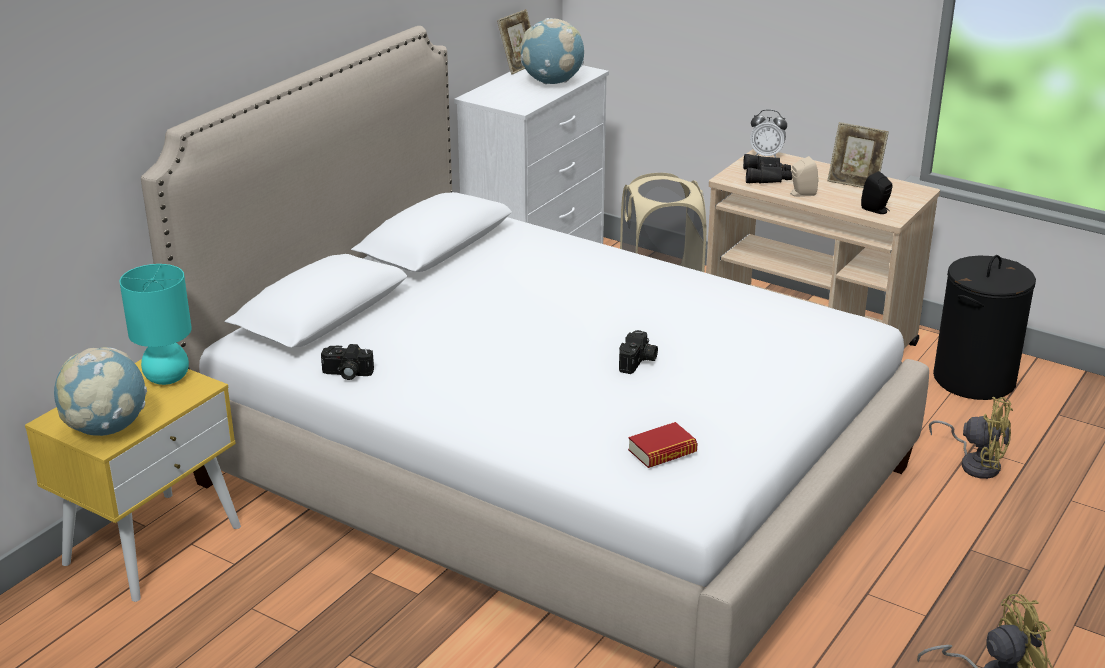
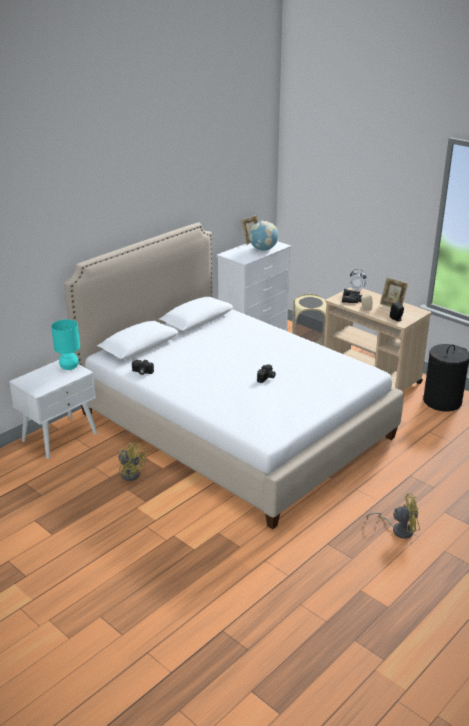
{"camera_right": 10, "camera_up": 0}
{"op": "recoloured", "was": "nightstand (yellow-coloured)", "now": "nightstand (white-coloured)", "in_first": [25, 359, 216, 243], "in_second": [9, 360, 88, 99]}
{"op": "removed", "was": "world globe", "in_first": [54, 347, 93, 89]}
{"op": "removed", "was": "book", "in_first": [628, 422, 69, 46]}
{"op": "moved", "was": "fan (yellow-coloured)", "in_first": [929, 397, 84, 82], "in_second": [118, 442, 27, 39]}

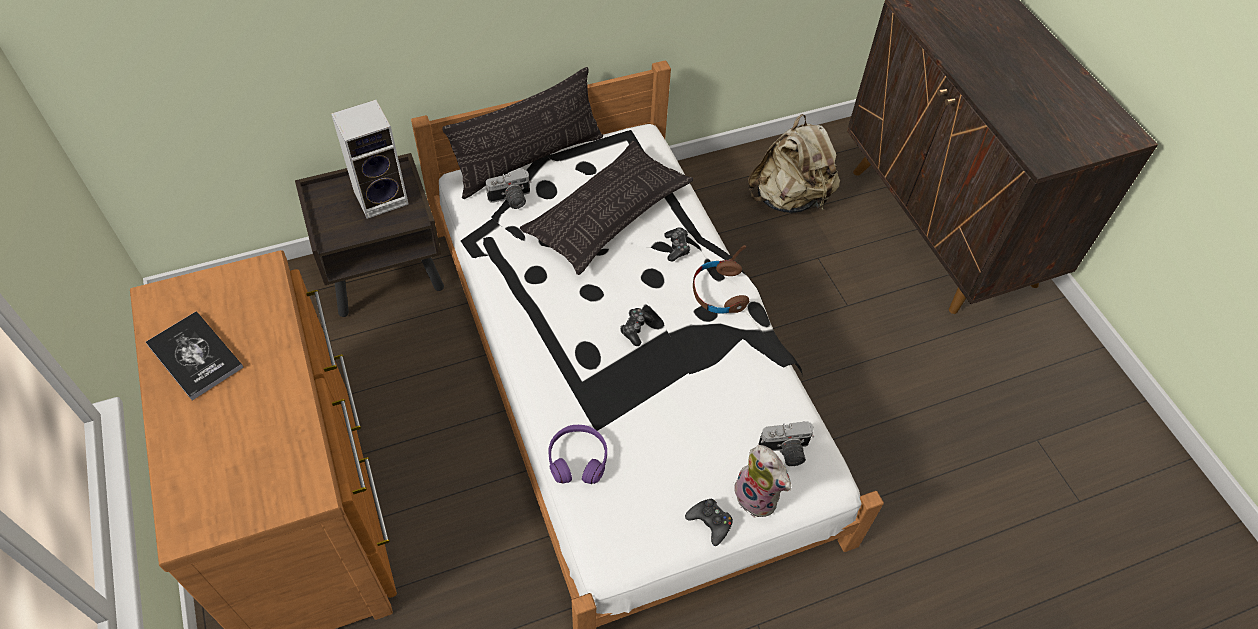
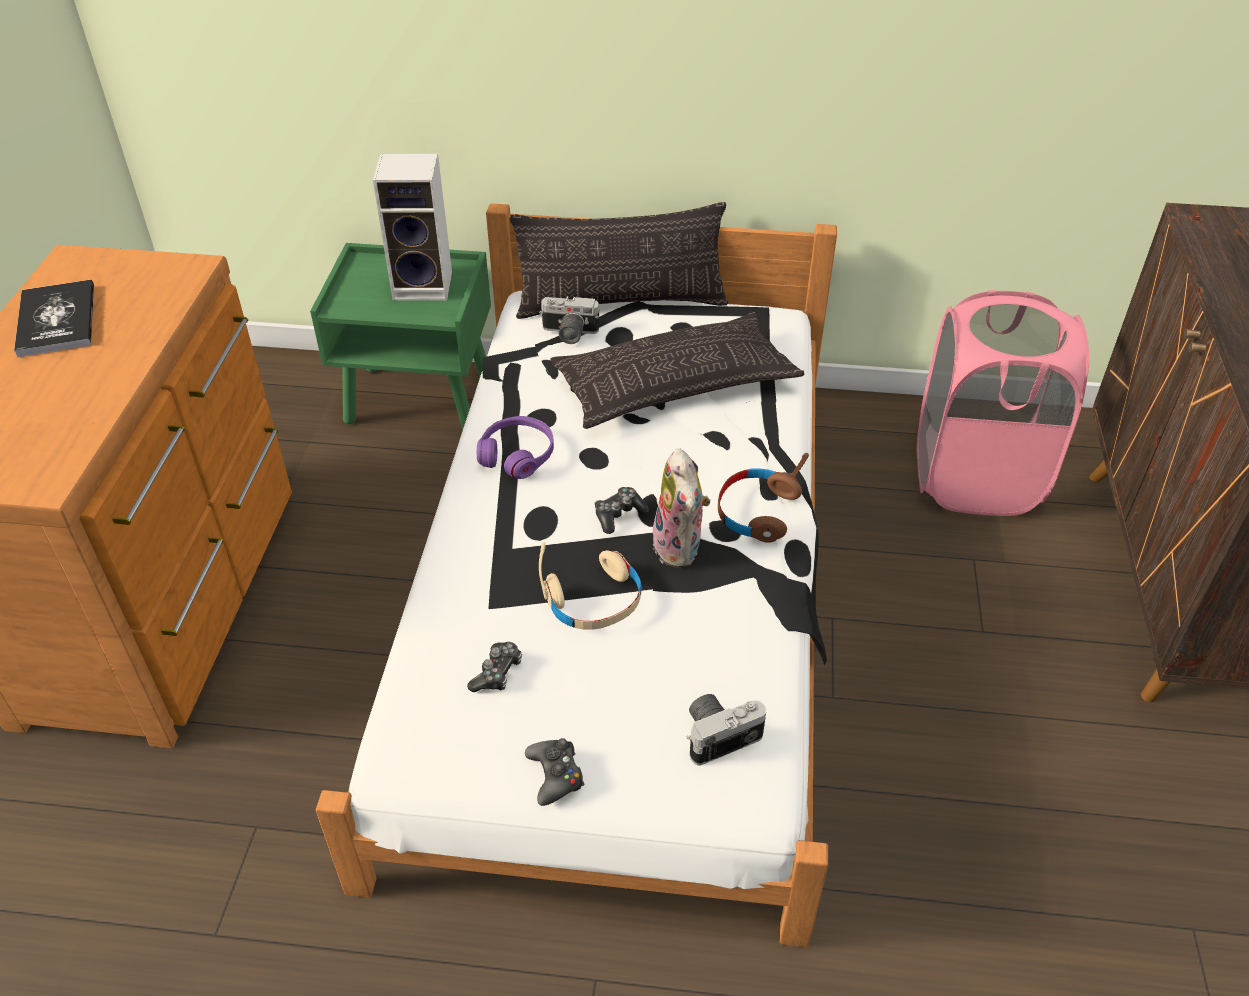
{"camera_right": 30, "camera_up": -10}
{"op": "recoloured", "was": "nightstand (brown)", "now": "nightstand (green)", "in_first": [295, 153, 149, 164], "in_second": [310, 243, 181, 187]}
{"op": "moved", "was": "headset (purple)", "in_first": [548, 425, 59, 59], "in_second": [477, 416, 77, 63]}
{"op": "moved", "was": "joypad", "in_first": [664, 227, 27, 35], "in_second": [467, 642, 55, 50]}
{"op": "moved", "was": "cuddly toy", "in_first": [733, 445, 58, 72], "in_second": [653, 448, 57, 120]}
{"op": "replaced", "was": "knapsack (beige)", "now": "laundry basket (pinkish)", "in_first": [748, 114, 92, 99], "in_second": [917, 290, 172, 226]}
{"op": "turned", "was": "still camera", "in_first": [758, 421, 56, 45], "in_second": [686, 694, 80, 72], "clockwise": 135}
{"op": "added", "now": "headset (beige)", "in_second": [539, 542, 103, 88]}

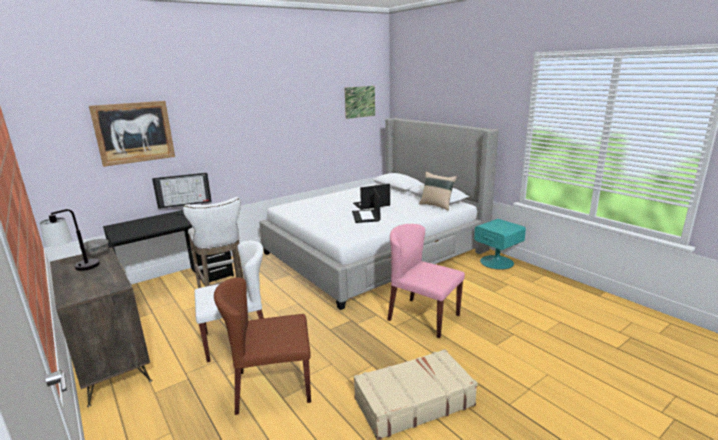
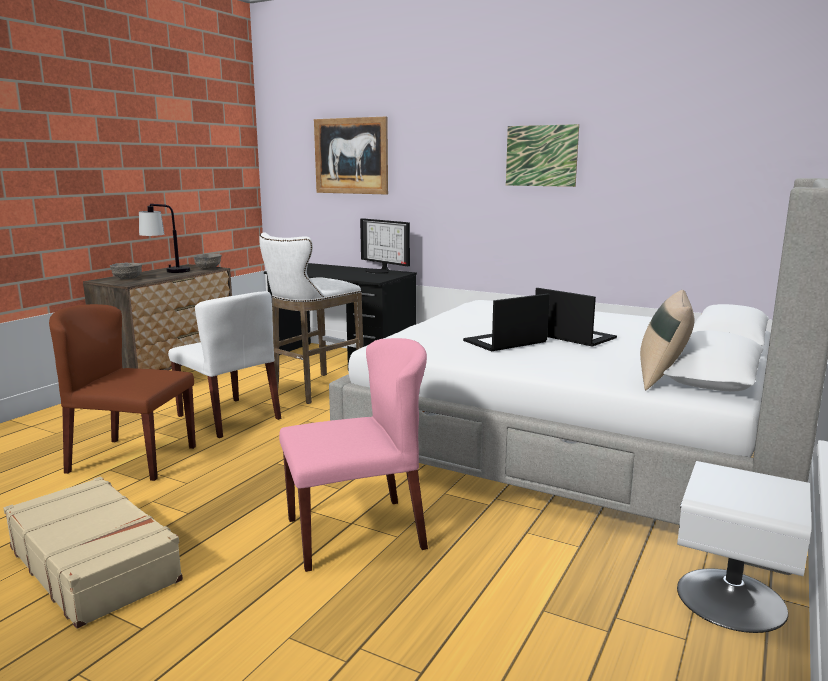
{"camera_right": 65, "camera_up": -5}
{"op": "turned", "was": "chair (brown)", "in_first": [214, 277, 97, 138], "in_second": [49, 304, 147, 177], "clockwise": -45}
{"op": "moved", "was": "picture", "in_first": [344, 86, 31, 33], "in_second": [506, 124, 73, 63]}
{"op": "turned", "was": "chair (pinkish)", "in_first": [388, 224, 77, 114], "in_second": [279, 338, 149, 234], "clockwise": 60}
{"op": "recoloured", "was": "nightstand (blue-green)", "now": "nightstand (white-coloured)", "in_first": [474, 219, 52, 51], "in_second": [677, 461, 134, 172]}
{"op": "added", "now": "serving bowl (grey)", "in_second": [110, 263, 32, 16]}

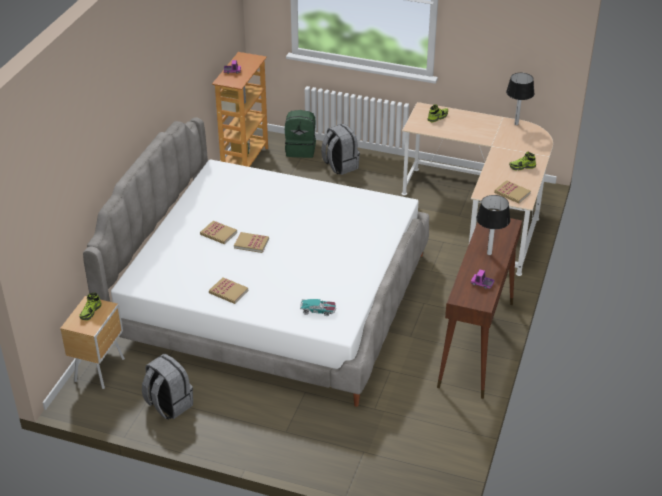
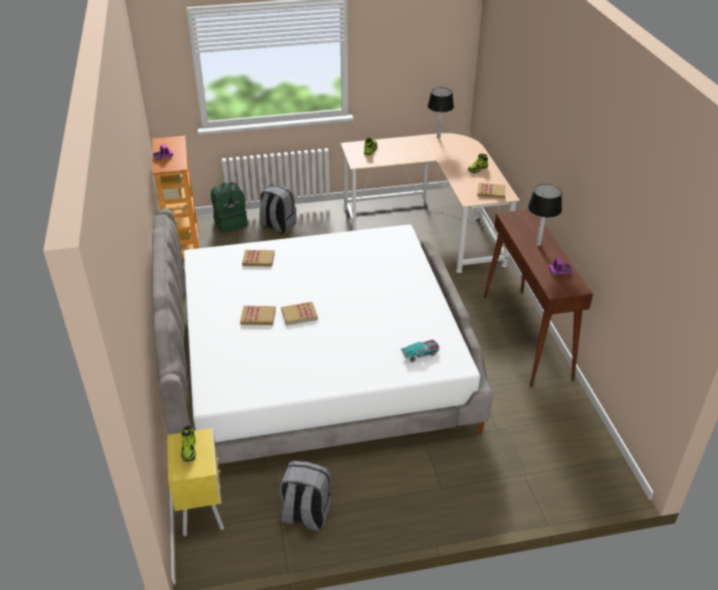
{"camera_right": -30, "camera_up": 0}
{"op": "recoloured", "was": "nightstand (brown)", "now": "nightstand (yellow-coloured)", "in_first": [60, 296, 65, 93], "in_second": [167, 428, 57, 108]}
{"op": "moved", "was": "book", "in_first": [209, 277, 39, 27], "in_second": [242, 250, 33, 16]}

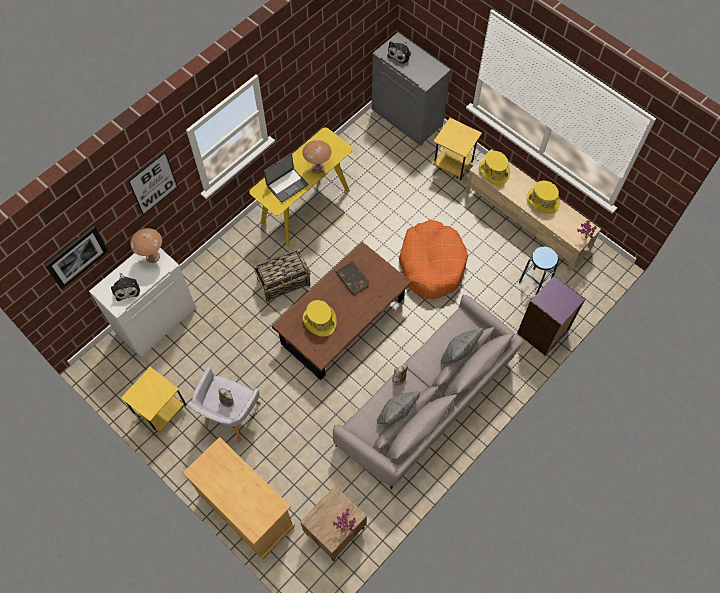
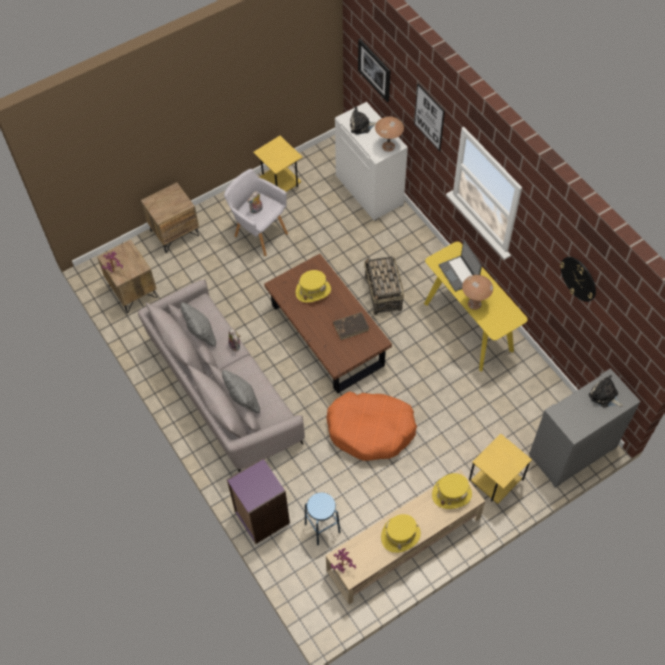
{"camera_right": 105, "camera_up": -5}
{"op": "replaced", "was": "cupboard (beige)", "now": "nightstand (brown)", "in_first": [183, 437, 112, 122], "in_second": [141, 182, 58, 71]}
{"op": "added", "now": "clock on the wall", "in_second": [560, 257, 36, 45]}

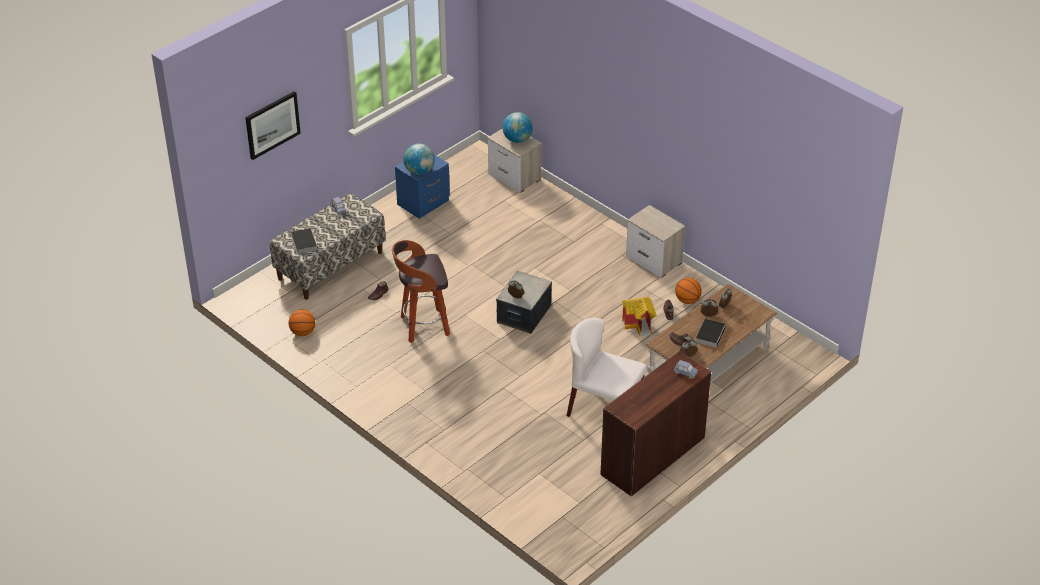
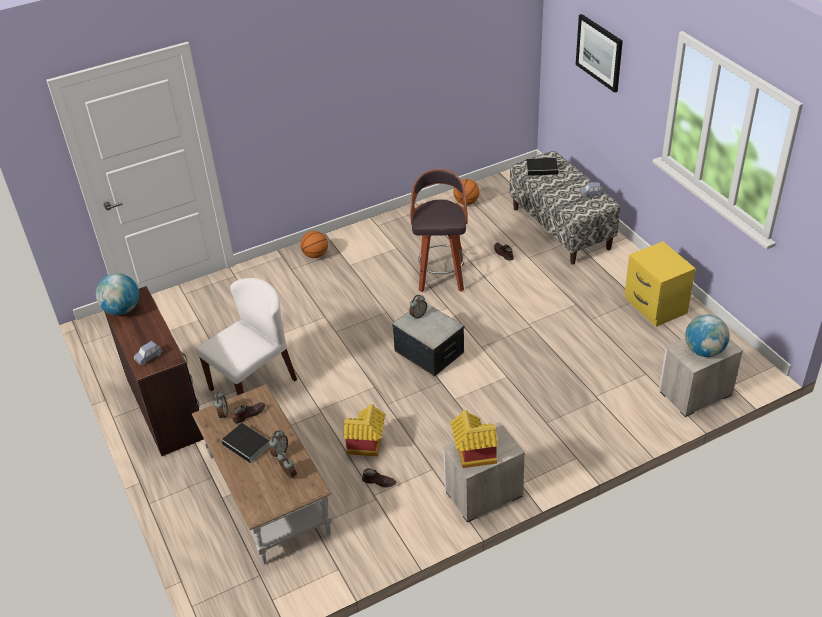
{"camera_right": 110, "camera_up": 0}
{"op": "recoloured", "was": "nightstand (blue)", "now": "nightstand (yellow-coloured)", "in_first": [395, 155, 55, 64], "in_second": [625, 242, 71, 85]}
{"op": "moved", "was": "world globe", "in_first": [403, 144, 32, 31], "in_second": [96, 273, 43, 42]}
{"op": "moved", "was": "basketball ball", "in_first": [675, 278, 27, 26], "in_second": [301, 231, 27, 27]}
{"op": "added", "now": "model house", "in_second": [450, 410, 48, 58]}

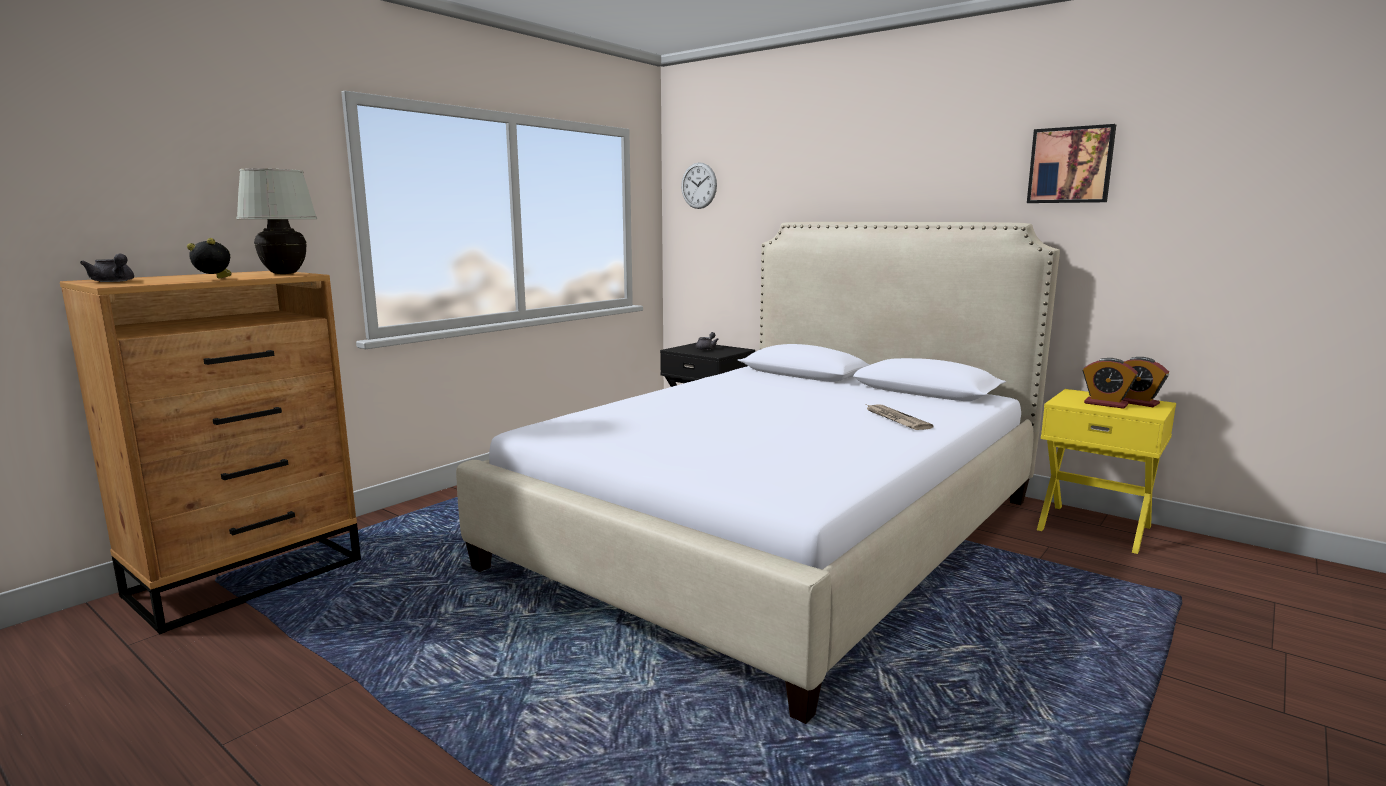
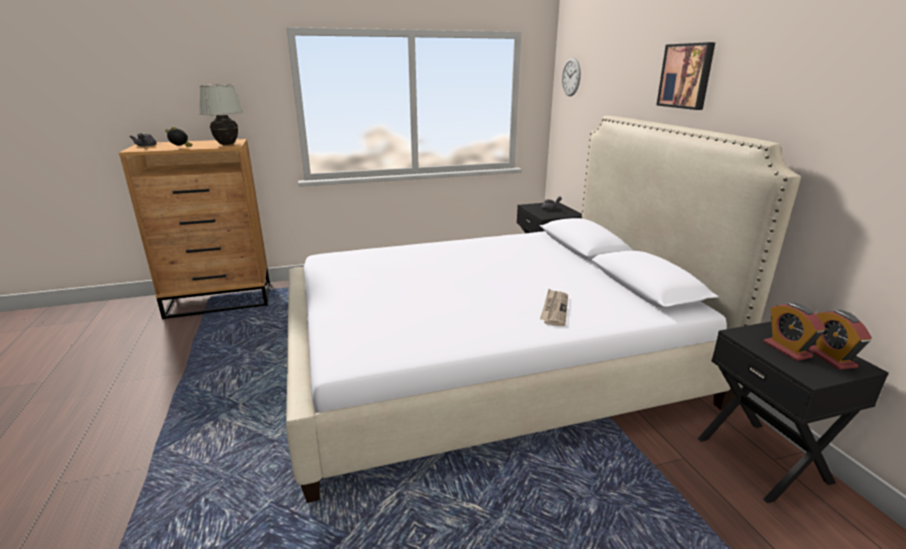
{"camera_right": 35, "camera_up": 10}
{"op": "moved", "was": "picture", "in_first": [1027, 124, 89, 79], "in_second": [657, 42, 58, 68]}
{"op": "recoloured", "was": "nightstand (yellow-coloured)", "now": "nightstand (blackish)", "in_first": [1037, 389, 139, 165], "in_second": [698, 322, 191, 181]}

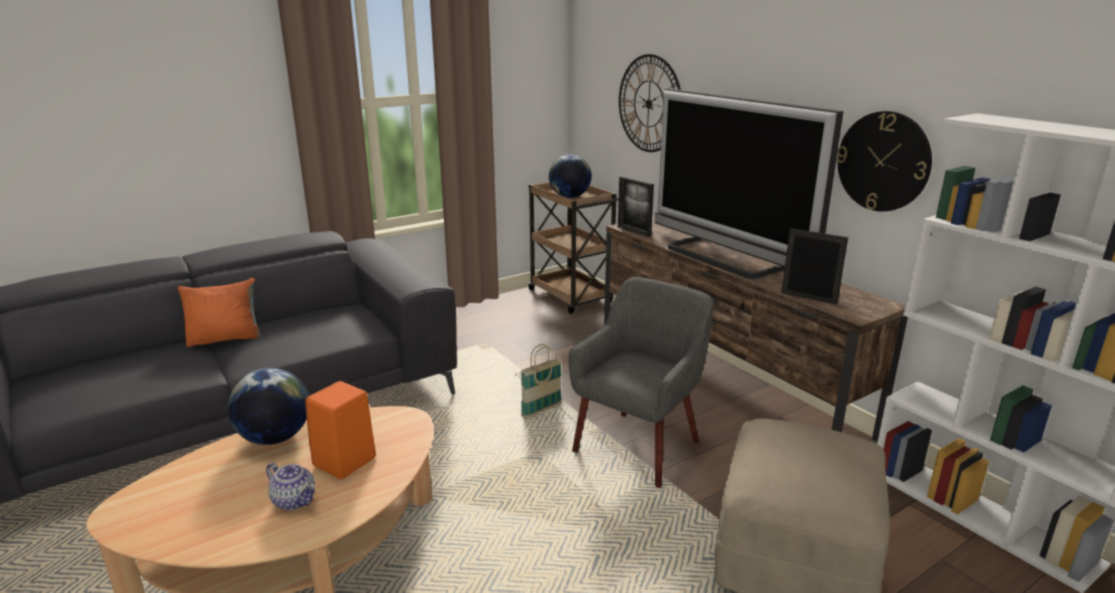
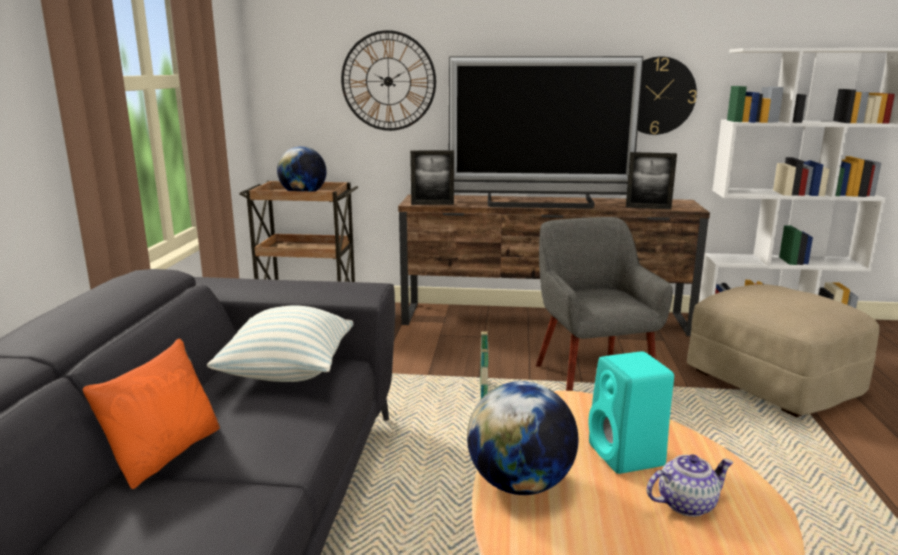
{"camera_right": -50, "camera_up": -5}
{"op": "recoloured", "was": "audio speaker (orange)", "now": "audio speaker (blue-green)", "in_first": [305, 381, 71, 98], "in_second": [589, 351, 85, 123]}
{"op": "turned", "was": "photo frame", "in_first": [781, 228, 67, 76], "in_second": [626, 152, 51, 58], "clockwise": -150}
{"op": "added", "now": "cushion", "in_second": [207, 305, 147, 77]}

